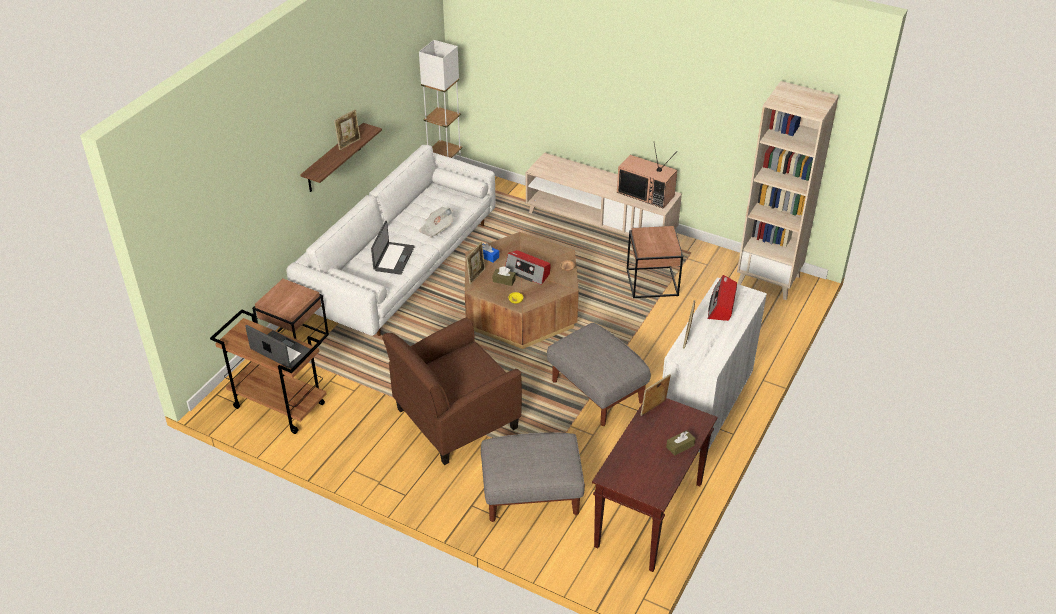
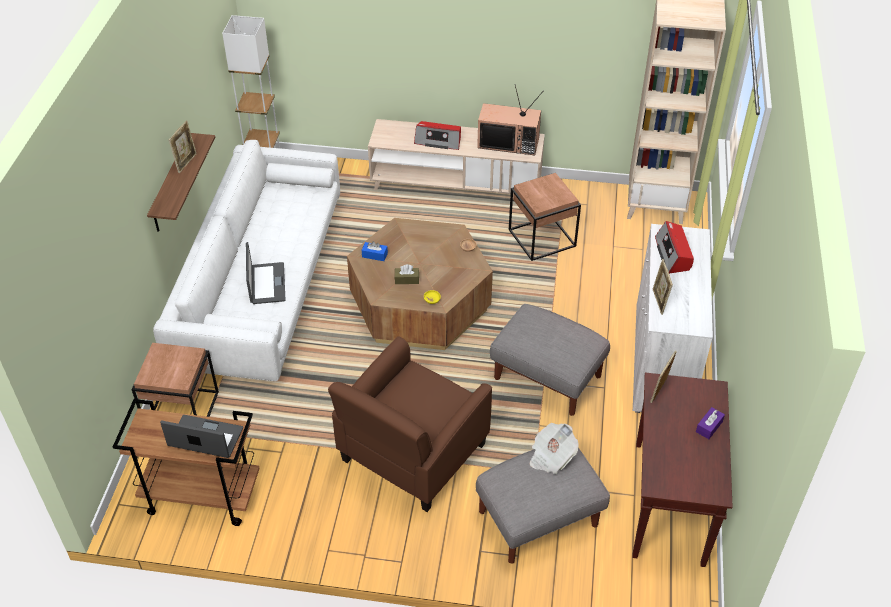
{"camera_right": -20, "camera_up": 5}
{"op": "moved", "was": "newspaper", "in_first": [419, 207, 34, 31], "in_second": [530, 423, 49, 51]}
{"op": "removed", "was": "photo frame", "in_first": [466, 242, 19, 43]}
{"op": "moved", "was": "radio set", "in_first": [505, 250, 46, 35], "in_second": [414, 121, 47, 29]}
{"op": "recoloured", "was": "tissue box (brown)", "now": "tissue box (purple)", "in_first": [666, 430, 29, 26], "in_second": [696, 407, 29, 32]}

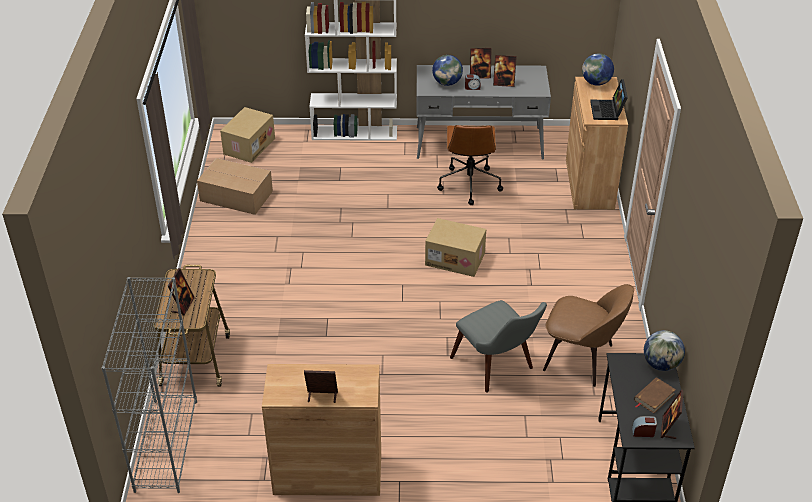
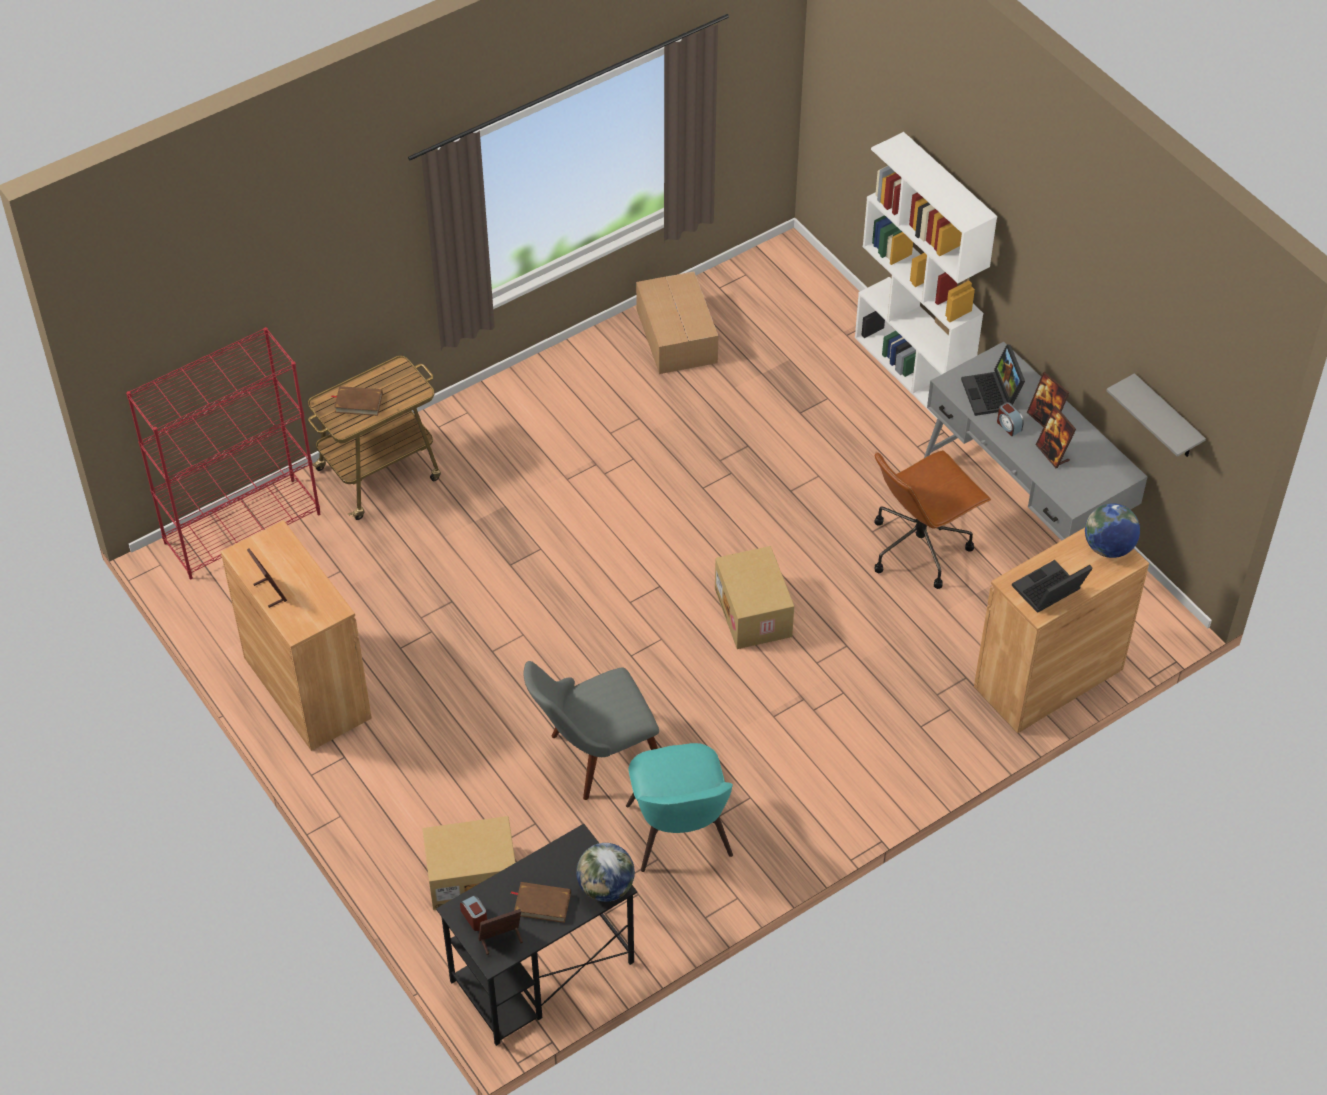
{"camera_right": 55, "camera_up": 10}
{"op": "recoloured", "was": "bookshelf (grey)", "now": "bookshelf (reddish)", "in_first": [101, 277, 96, 216], "in_second": [126, 327, 194, 252]}
{"op": "replaced", "was": "photo frame", "now": "book (brown)", "in_first": [168, 268, 27, 47], "in_second": [331, 386, 52, 30]}
{"op": "moved", "was": "packing box", "in_first": [220, 107, 55, 56], "in_second": [422, 816, 94, 94]}
{"op": "replaced", "was": "world globe", "now": "laptop", "in_first": [432, 55, 31, 31], "in_second": [961, 345, 64, 71]}
{"op": "turned", "was": "chair (grey)", "in_first": [450, 300, 97, 93], "in_second": [523, 661, 136, 139], "clockwise": 45}
{"op": "recoloured", "was": "chair (brown)", "now": "chair (blue-green)", "in_first": [543, 284, 91, 103], "in_second": [626, 743, 107, 129]}
{"op": "added", "now": "bracket shelf (grey)", "in_second": [1106, 373, 100, 84]}

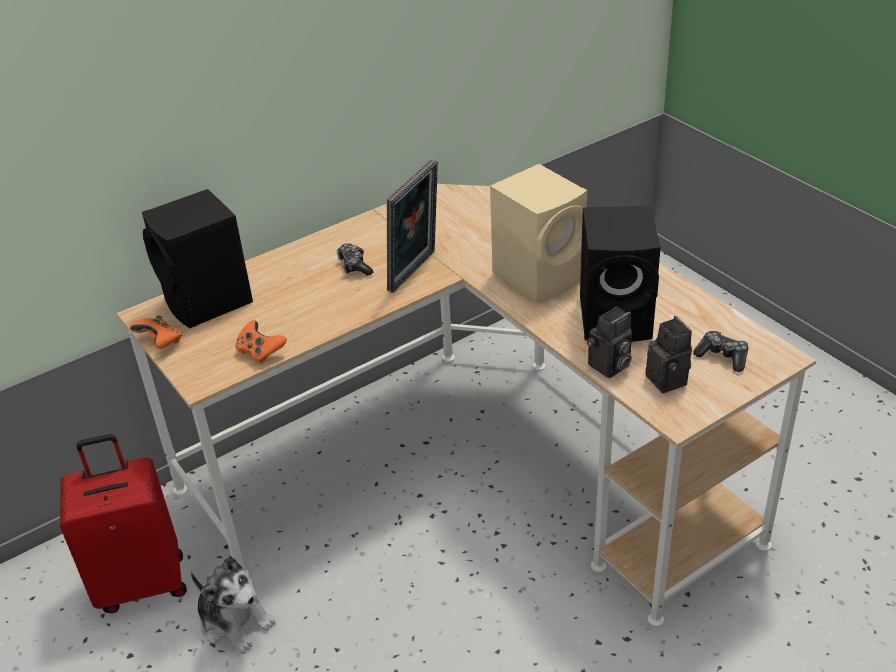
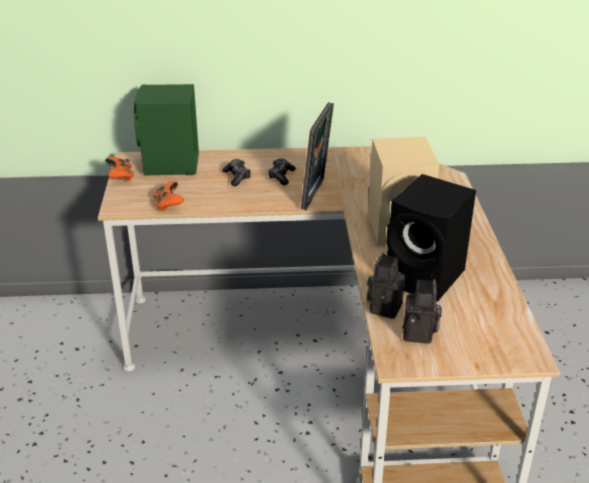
{"camera_right": 30, "camera_up": -5}
{"op": "removed", "was": "suitcase (reddish)", "in_first": [60, 434, 126, 179]}
{"op": "recoloured", "was": "audio speaker (blackish)", "now": "audio speaker (green)", "in_first": [142, 189, 111, 139], "in_second": [134, 84, 65, 92]}
{"op": "removed", "was": "cuddly toy", "in_first": [190, 556, 85, 98]}
{"op": "turned", "was": "photo frame", "in_first": [387, 159, 51, 134], "in_second": [301, 102, 33, 108], "clockwise": -45}
{"op": "turned", "was": "still camera", "in_first": [587, 306, 45, 72], "in_second": [367, 252, 38, 67], "clockwise": 120}
{"op": "moved", "was": "joypad", "in_first": [693, 331, 55, 41], "in_second": [222, 159, 29, 27]}

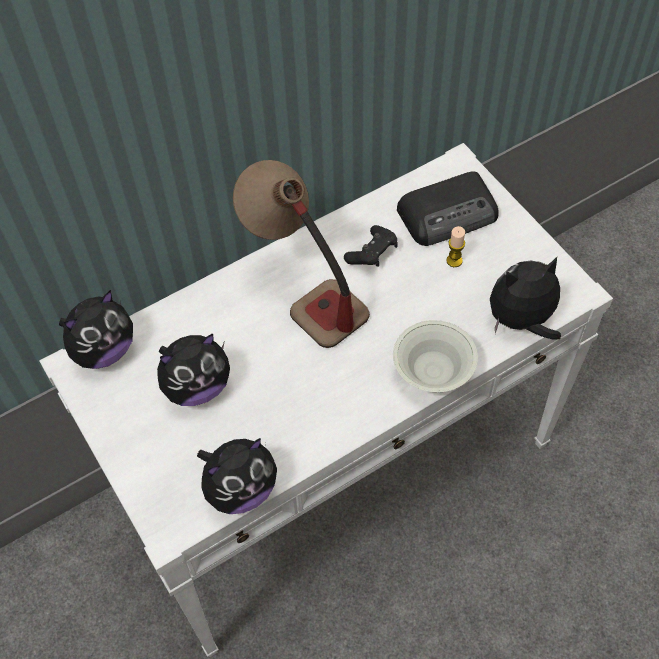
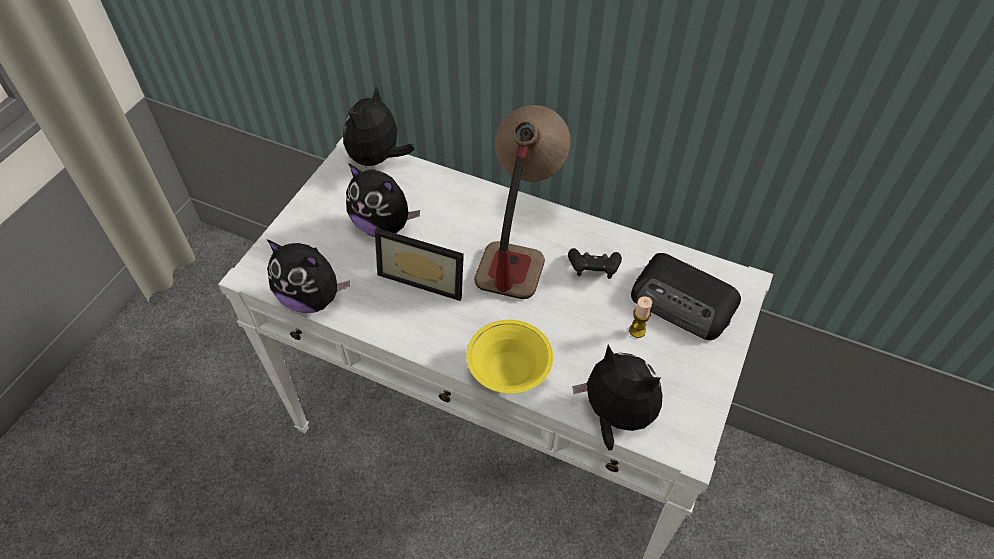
{"camera_right": 55, "camera_up": -5}
{"op": "turned", "was": "cuddly toy", "in_first": [59, 290, 74, 79], "in_second": [343, 86, 71, 81], "clockwise": 105}
{"op": "recoloured", "was": "serving bowl (white-coloured)", "now": "serving bowl (yellow-coloured)", "in_first": [393, 320, 85, 72], "in_second": [466, 320, 87, 74]}
{"op": "added", "now": "photo frame", "in_second": [375, 228, 89, 73]}

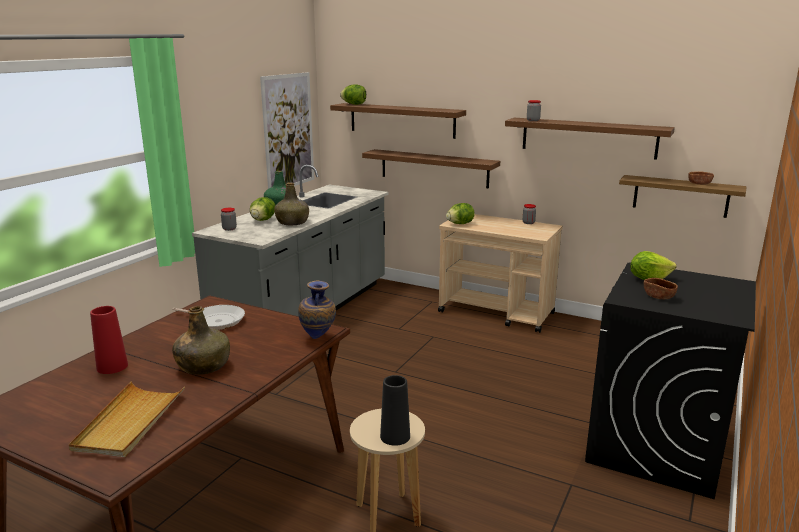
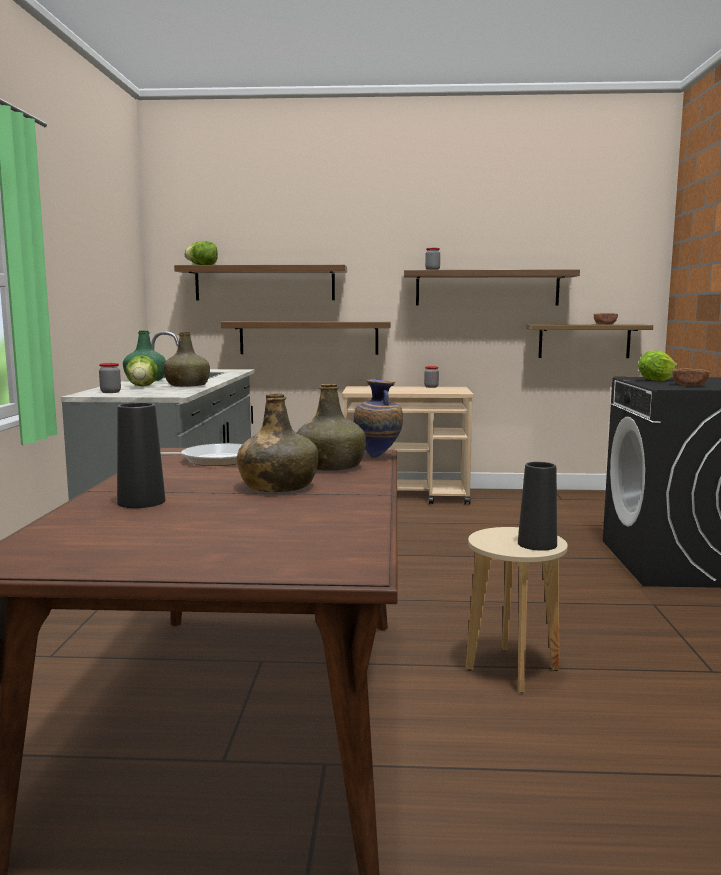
{"camera_right": -25, "camera_up": -10}
{"op": "removed", "was": "serving tray (beige)", "in_first": [68, 382, 117, 75]}
{"op": "recoloured", "was": "flower vase (reddish)", "now": "flower vase (blackish)", "in_first": [90, 306, 38, 68], "in_second": [117, 403, 48, 105]}
{"op": "removed", "was": "picture", "in_first": [260, 72, 54, 117]}
{"op": "removed", "was": "lettuce", "in_first": [446, 203, 29, 21]}
{"op": "added", "now": "beverage bottle (green)", "in_second": [297, 384, 69, 87]}

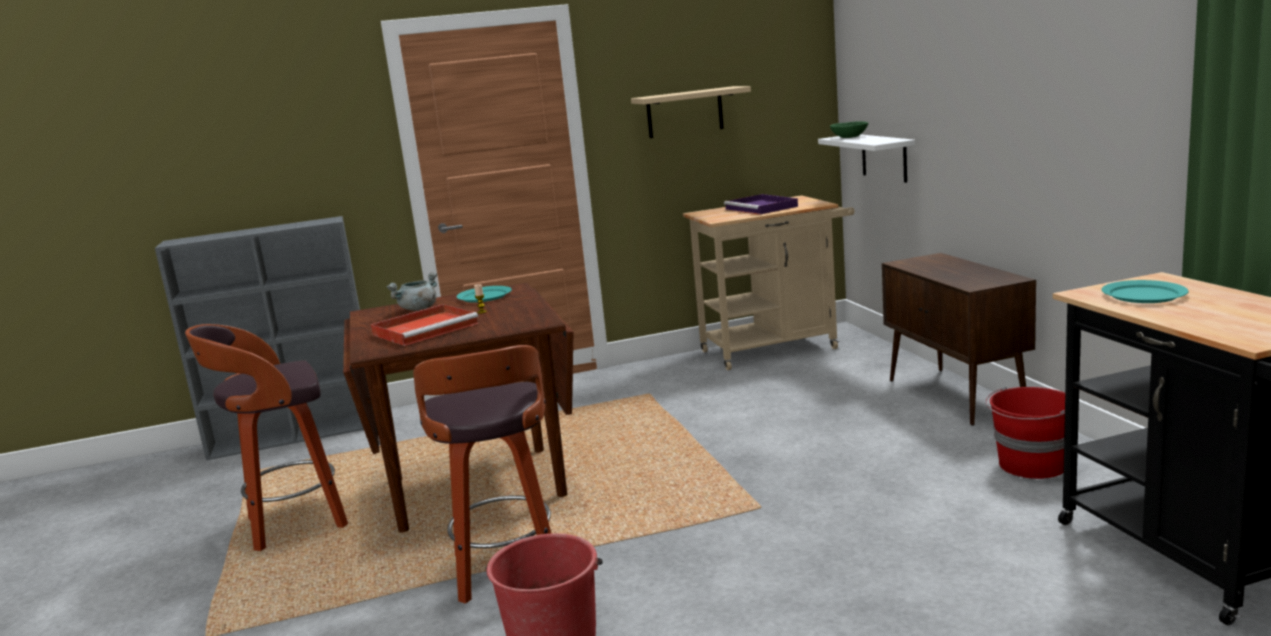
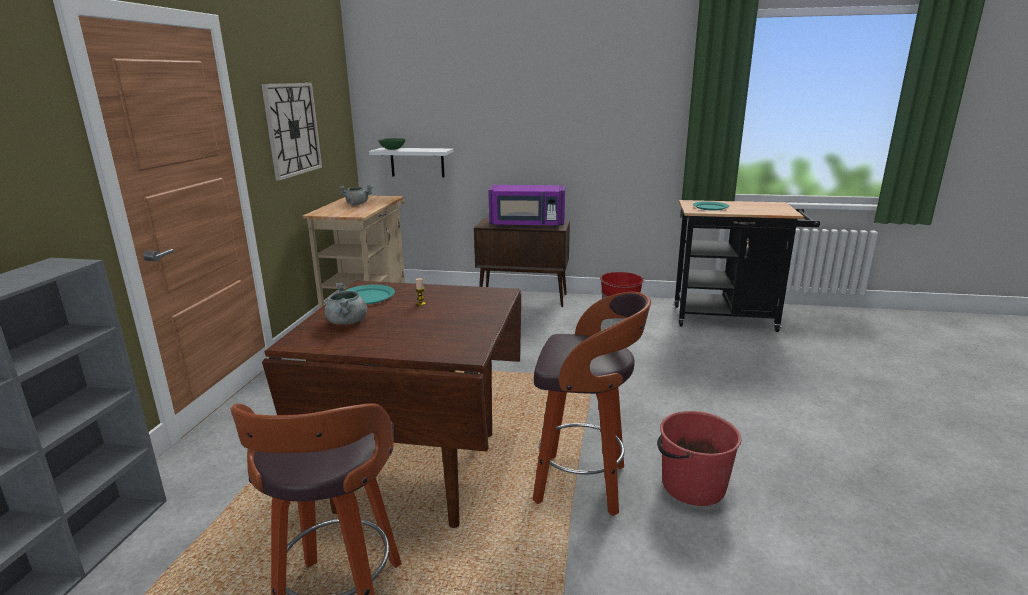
{"camera_right": -65, "camera_up": 5}
{"op": "removed", "was": "serving tray (reddish)", "in_first": [371, 304, 108, 42]}
{"op": "replaced", "was": "bracket shelf (beige)", "now": "clock on the wall", "in_first": [631, 86, 120, 52], "in_second": [261, 83, 61, 98]}
{"op": "replaced", "was": "serving tray (purple)", "now": "cooking pot (grey)", "in_first": [724, 194, 74, 21], "in_second": [339, 185, 34, 20]}
{"op": "added", "now": "microwave oven (purple)", "in_second": [488, 185, 77, 42]}

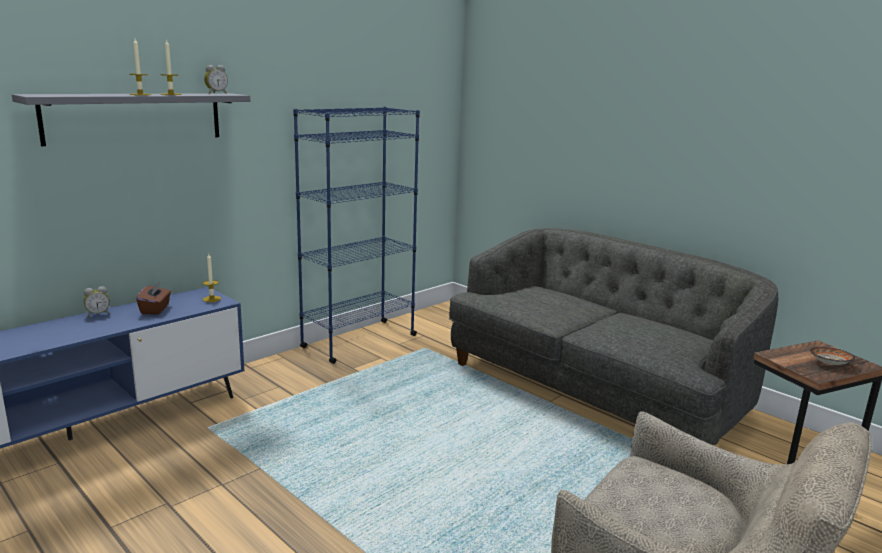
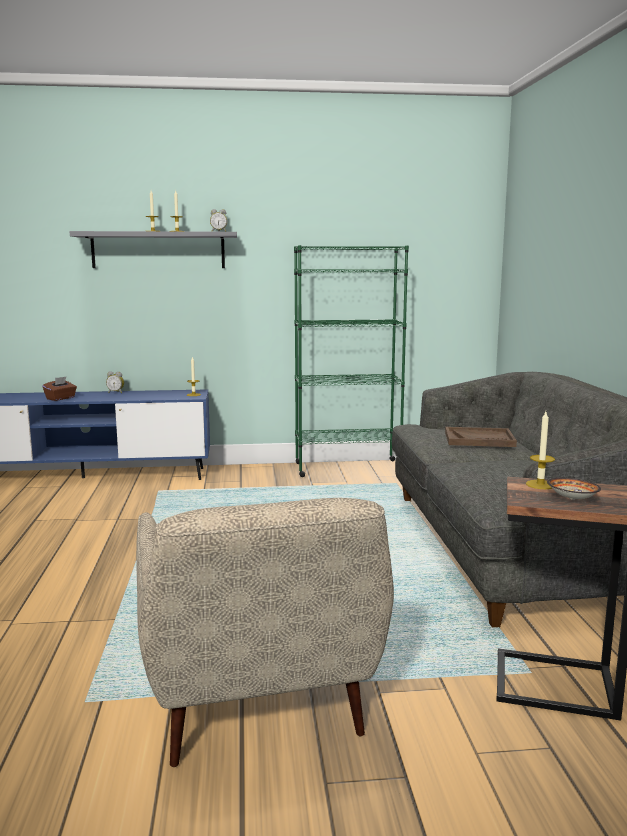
{"camera_right": 40, "camera_up": -5}
{"op": "moved", "was": "tissue box (brown)", "in_first": [136, 281, 35, 33], "in_second": [42, 376, 35, 25]}
{"op": "recoloured", "was": "bookshelf (blue)", "now": "bookshelf (green)", "in_first": [293, 107, 127, 257], "in_second": [294, 245, 115, 232]}
{"op": "added", "now": "serving tray (brown)", "in_second": [445, 427, 72, 20]}
{"op": "added", "now": "wax candle", "in_second": [526, 412, 29, 77]}

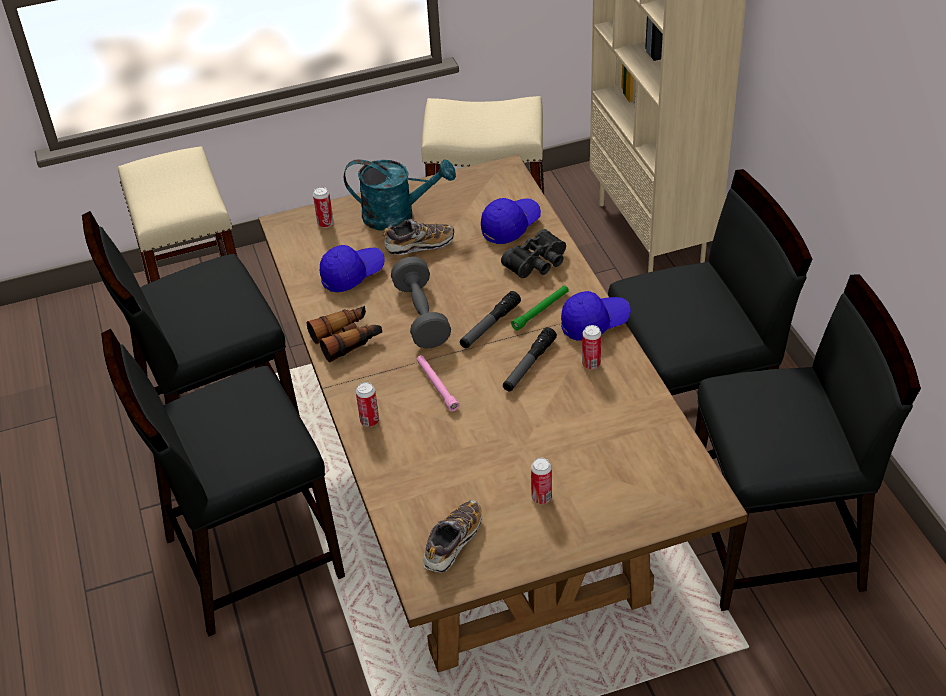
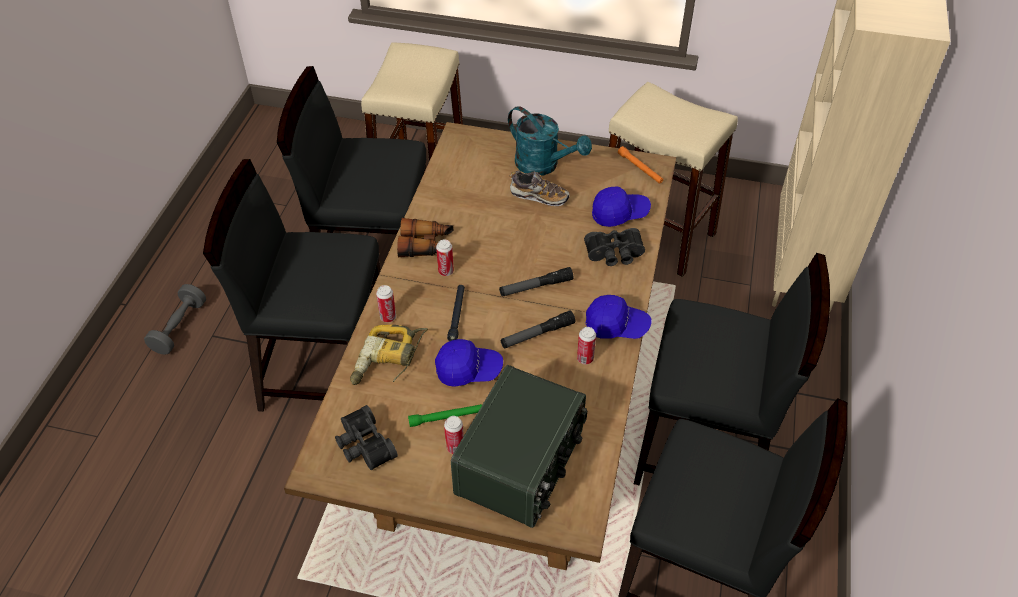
{"camera_right": 30, "camera_up": 5}
{"op": "moved", "was": "metal can", "in_first": [313, 187, 21, 41], "in_second": [436, 239, 18, 37]}
{"op": "moved", "was": "cap (blue)", "in_first": [320, 245, 65, 47], "in_second": [435, 339, 68, 48]}
{"op": "moved", "was": "dumbbell (grey)", "in_first": [391, 257, 60, 92], "in_second": [144, 284, 62, 71]}
{"op": "recoloured", "was": "hand torch (pinkish)", "now": "hand torch (blackish)", "in_first": [416, 355, 43, 56], "in_second": [447, 285, 18, 56]}
{"op": "replaced", "was": "item of footwear", "now": "pair of binoculars (blackish)", "in_first": [424, 500, 58, 73], "in_second": [335, 405, 63, 65]}
{"op": "moved", "was": "hand torch (green)", "in_first": [511, 285, 58, 46], "in_second": [408, 404, 74, 23]}
{"op": "added", "now": "power drill", "in_second": [350, 325, 78, 60]}
{"op": "added", "now": "radio set", "in_second": [451, 365, 137, 163]}
{"op": "added", "now": "hand torch (orange)", "in_second": [618, 146, 45, 38]}

